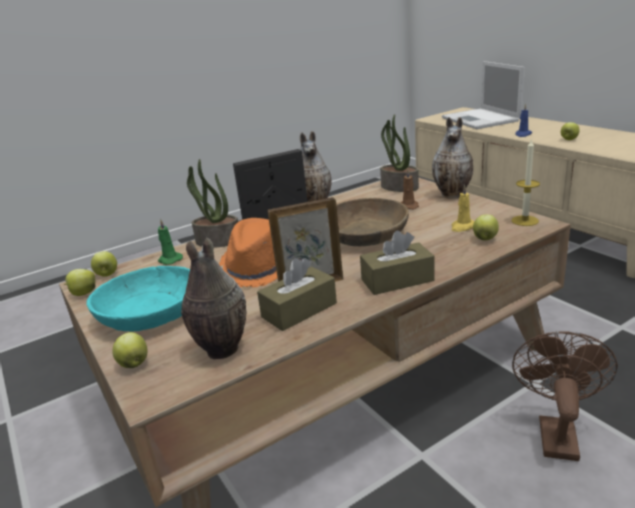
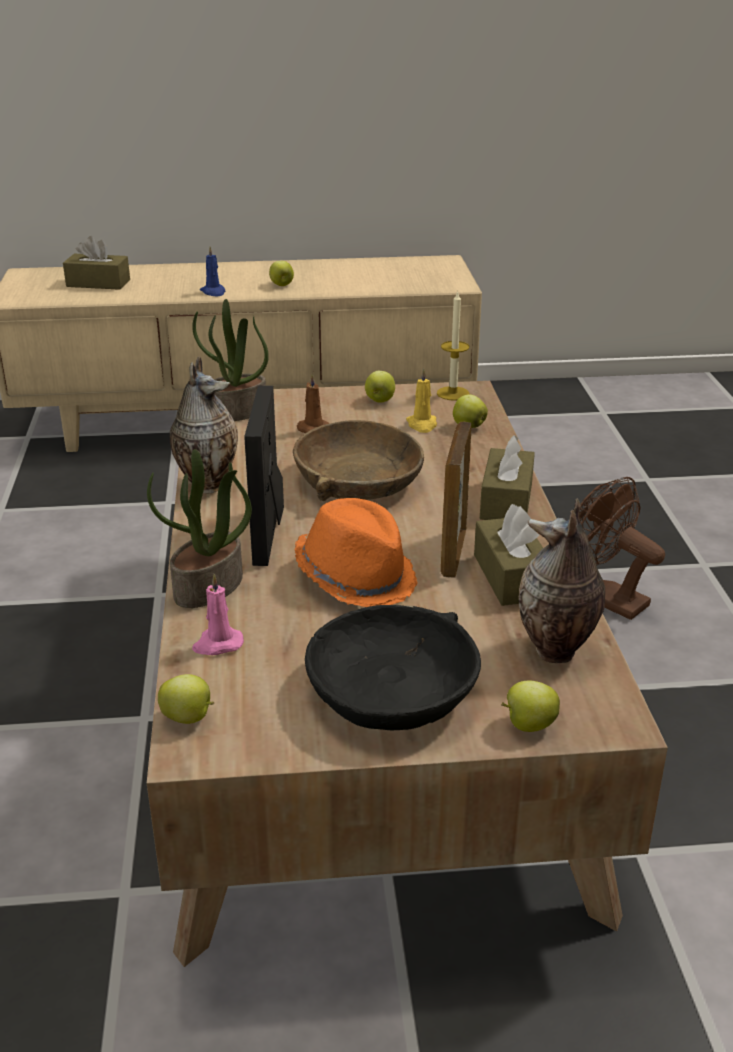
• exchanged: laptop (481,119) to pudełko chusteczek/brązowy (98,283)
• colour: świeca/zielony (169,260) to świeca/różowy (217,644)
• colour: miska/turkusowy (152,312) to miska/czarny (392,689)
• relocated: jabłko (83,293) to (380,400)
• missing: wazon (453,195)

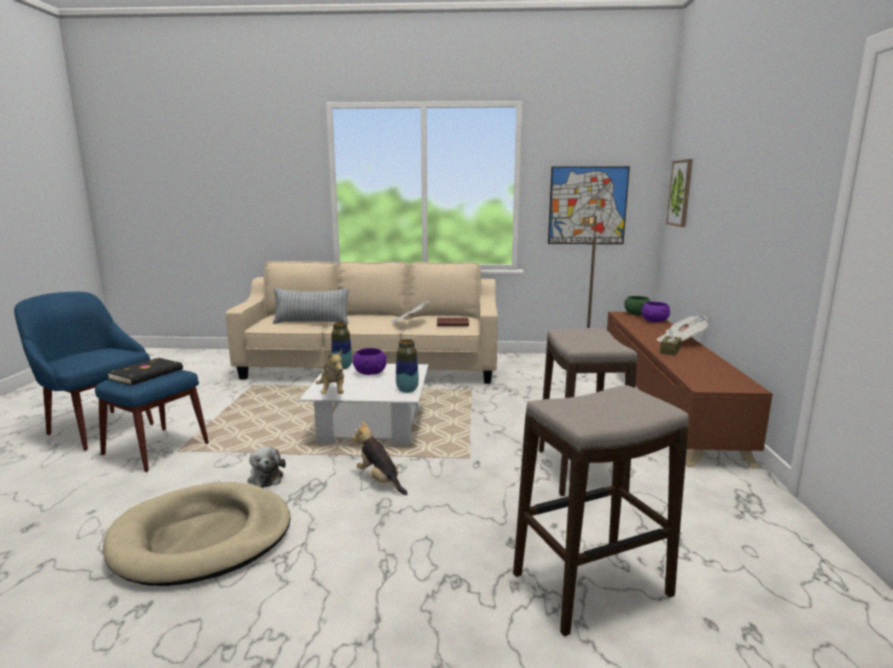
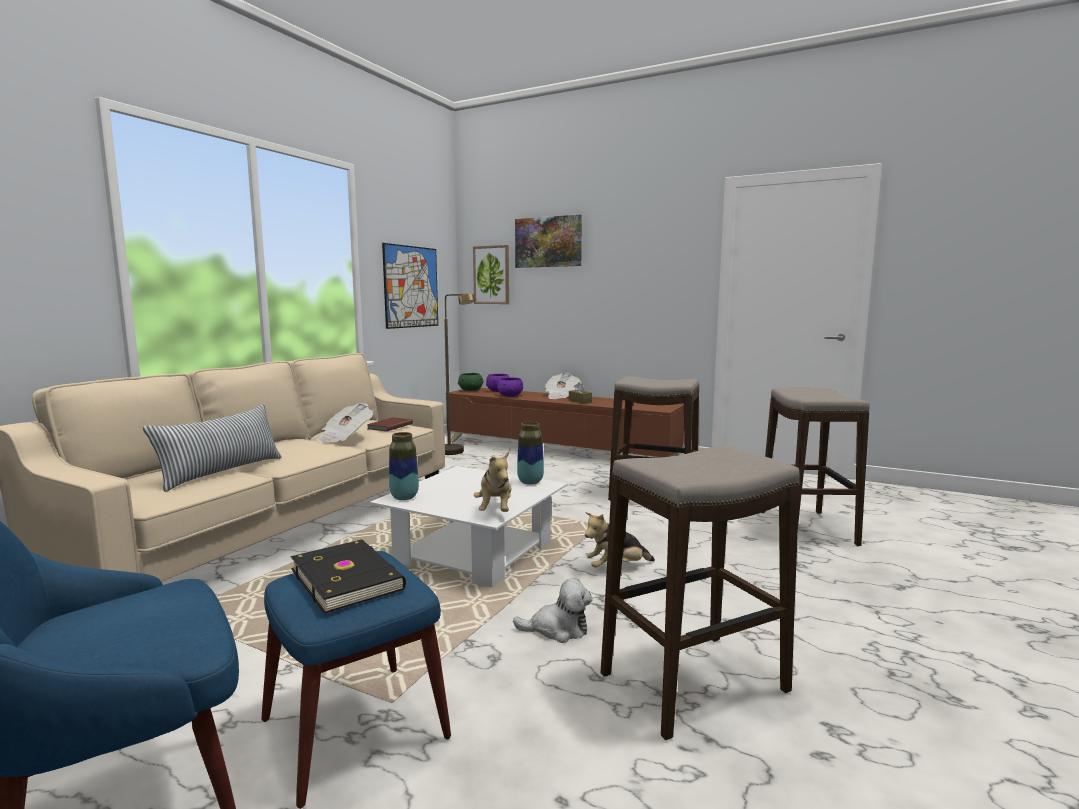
• spun: pluszak (333,392) = (495,510) 75 degrees clockwise
• relocated: miska/fioletowy (370,372) to (509,396)
• appeared: obraz (548,242)
• exchanged: legowisko/beżowy (202,538) to stołek (692,683)

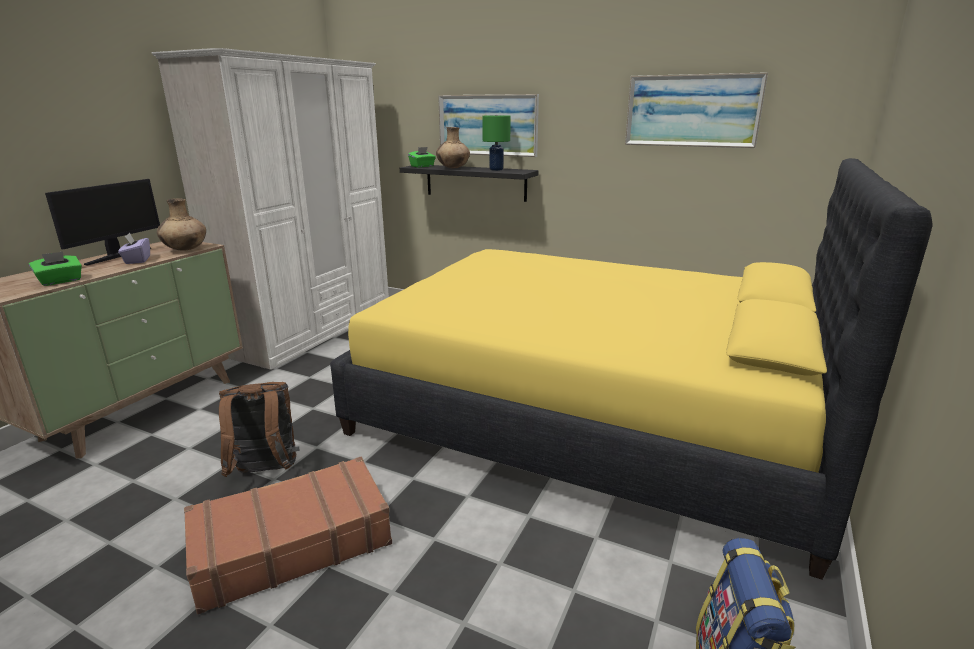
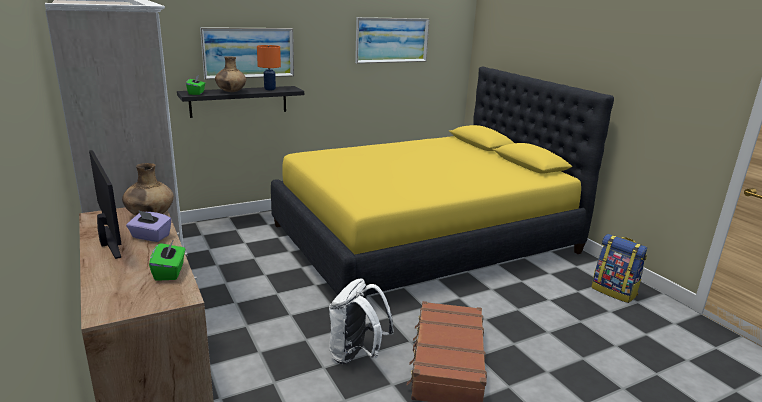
• colour: lampa stołowa/zielony (495,170) to lampa stołowa/pomarańczowy (270,89)
• colour: plecak/brązowy (265,472) to plecak/biały (356,355)

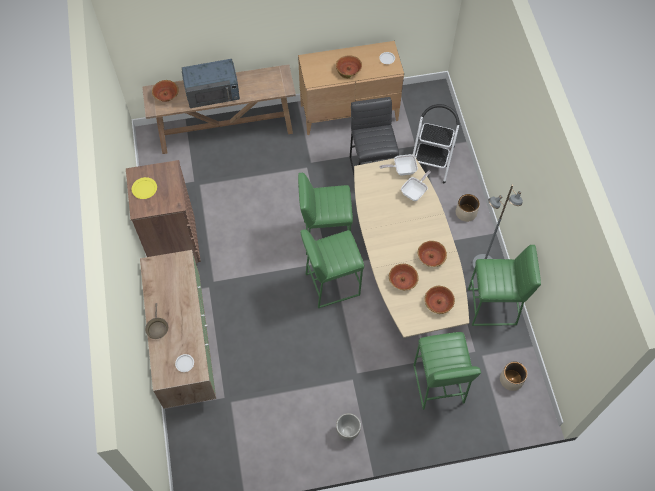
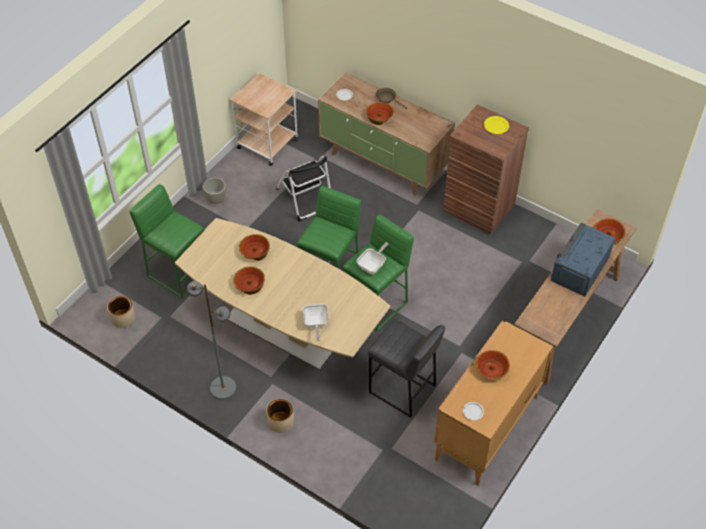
• appeared: wózek/beżowy (268,143)
• relocated: drabinka (432,159) to (305,199)
• relocated: patelnia (402,170) to (373,265)
• relocated: miska (438,303) to (379,117)
• missing: stołek/zielony (493,307)

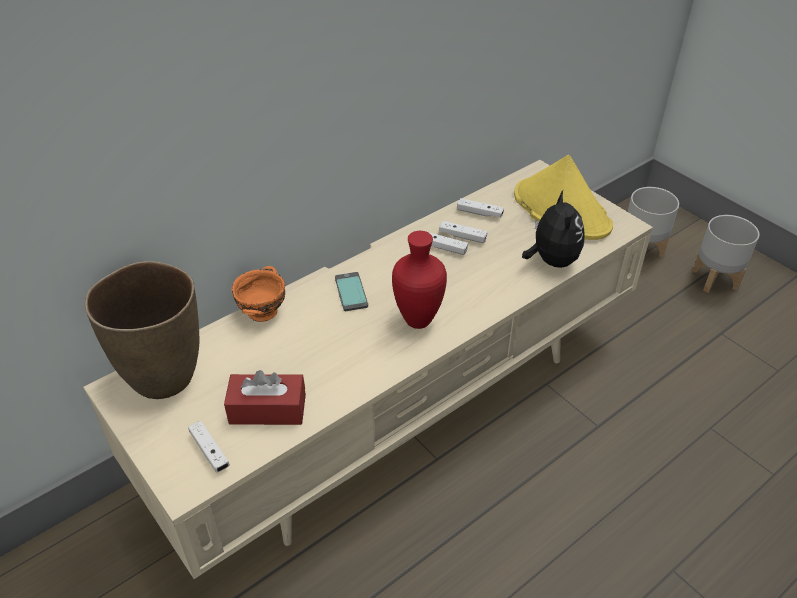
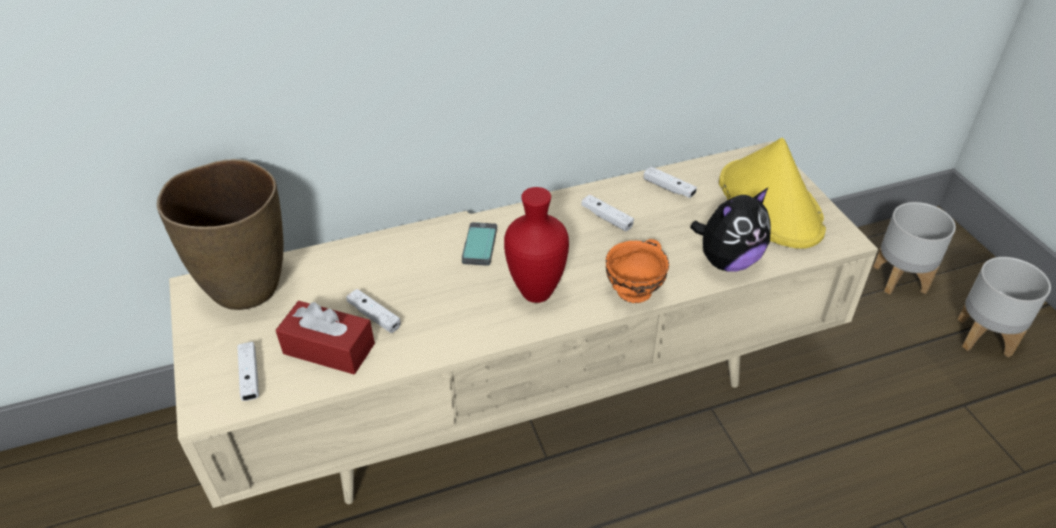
• relocated: pad do gier/biały (462,236) to (374,316)
• relocated: miska/pomarańczowy (263,311) to (635,290)
• spun: pluszak (551,260) = (727,261) 45 degrees clockwise

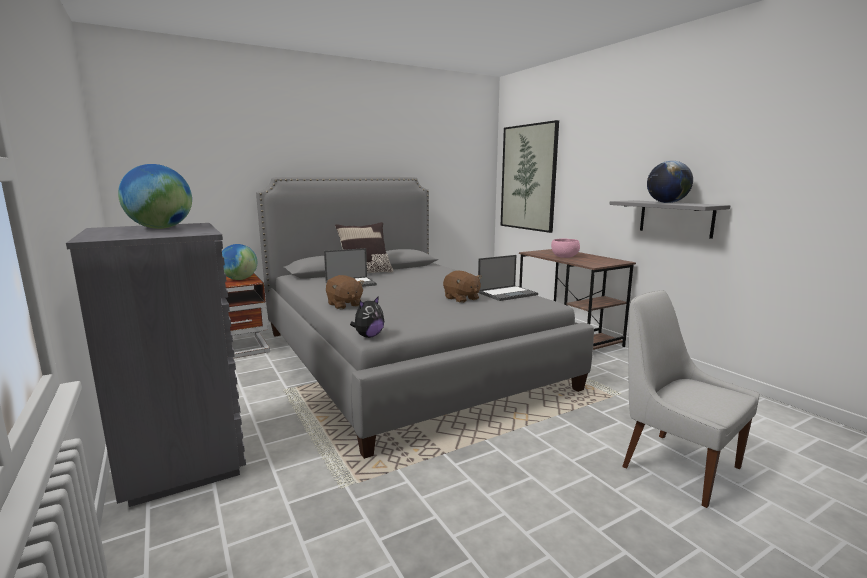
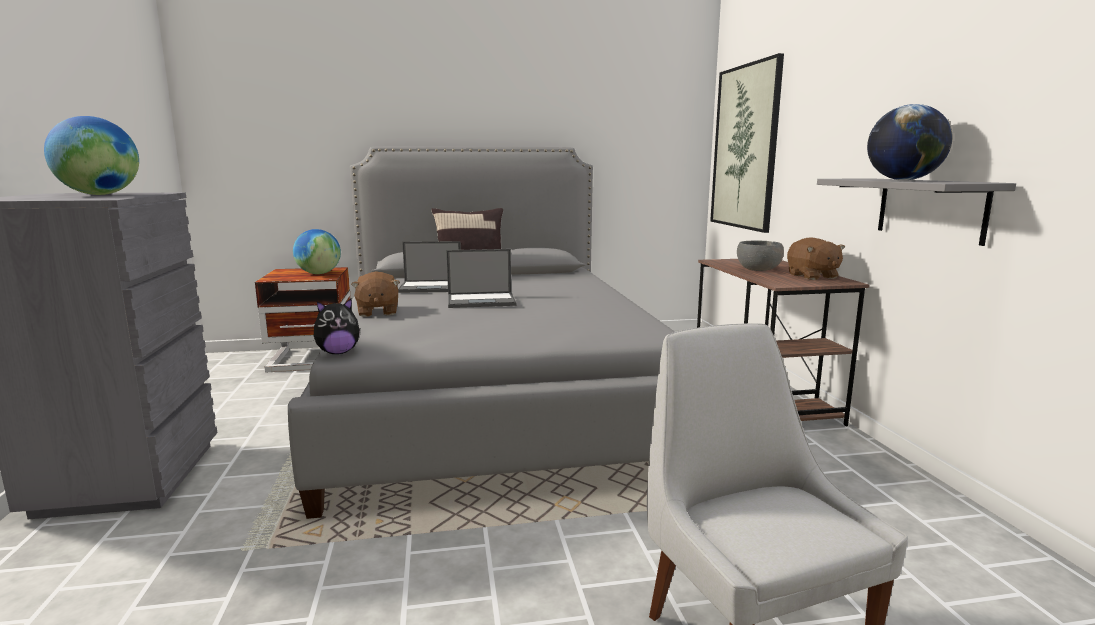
• relocated: laptop (507,293) to (482,301)
• colour: miska/różowy (565,256) to miska/szary (758,269)
• relocated: pluszak/brązowy (461,299) to (812,276)

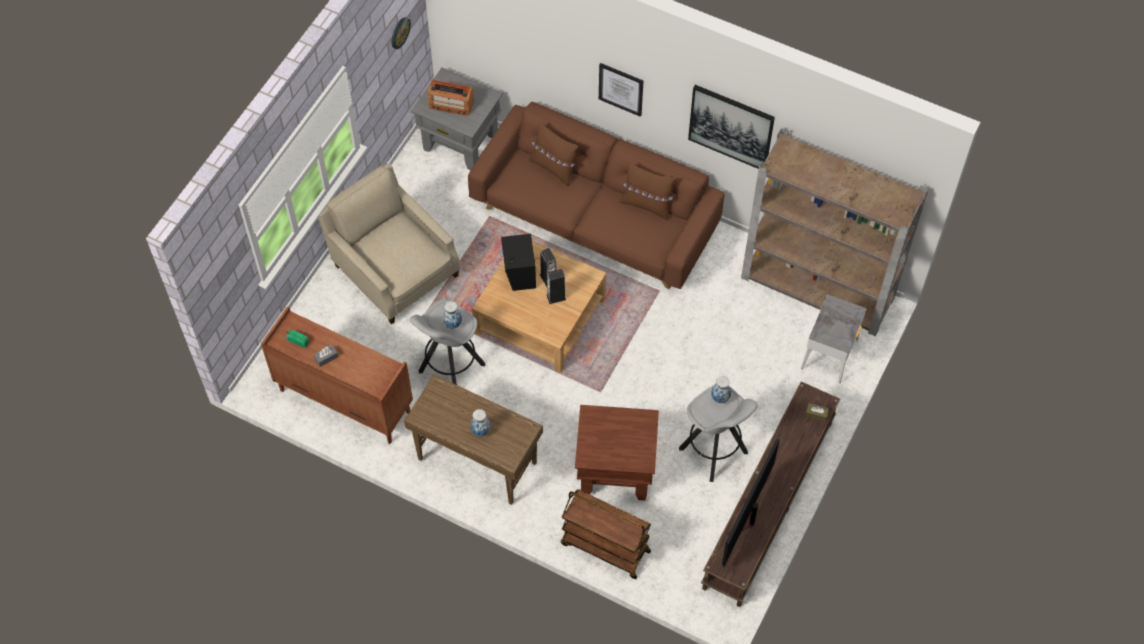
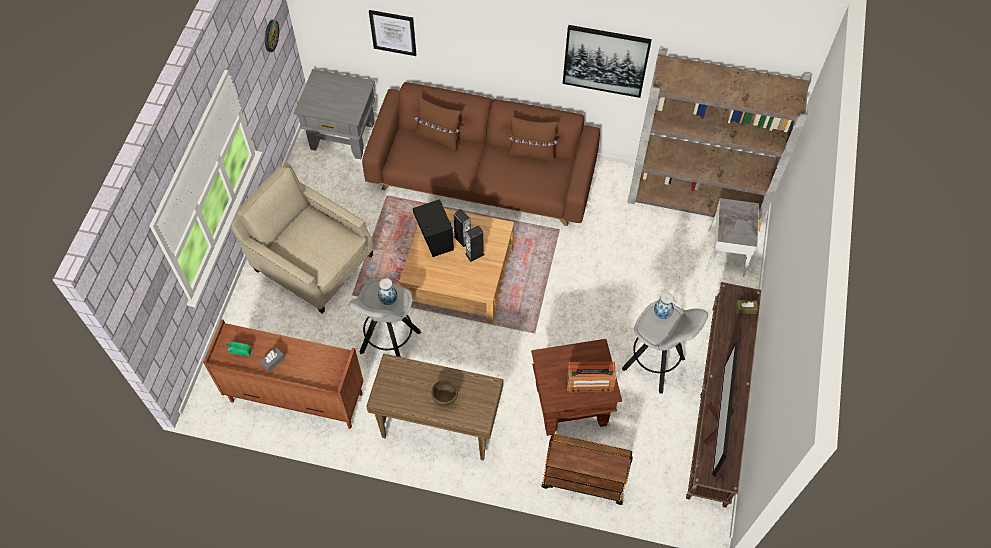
• relocated: obraz (621,89) to (393,32)
• exchanged: wazon (481,430) to miska/brązowy (445,398)
• relocated: radio (451,104) to (589,382)

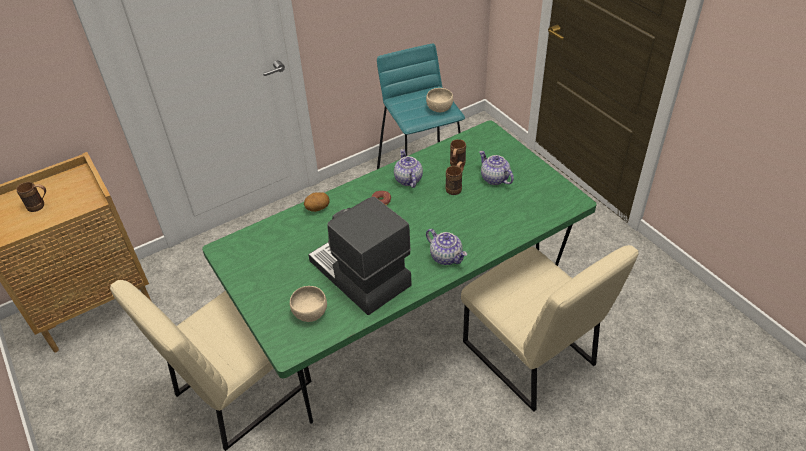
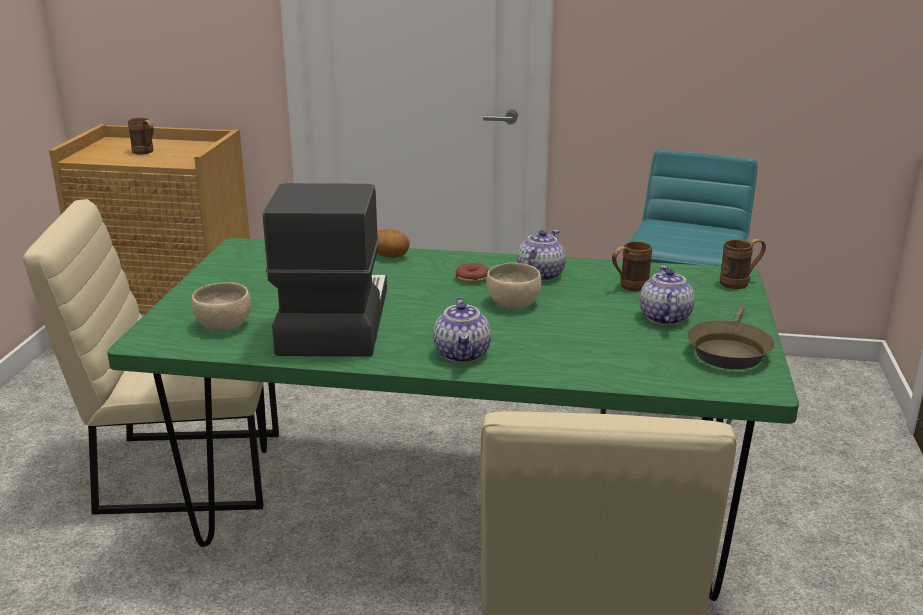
• relocated: miska/beżowy (440,108) to (514,303)
• appeared: patelnia/brązowy (728,351)
• relocated: kubek/brązowy (456,187) to (740,283)

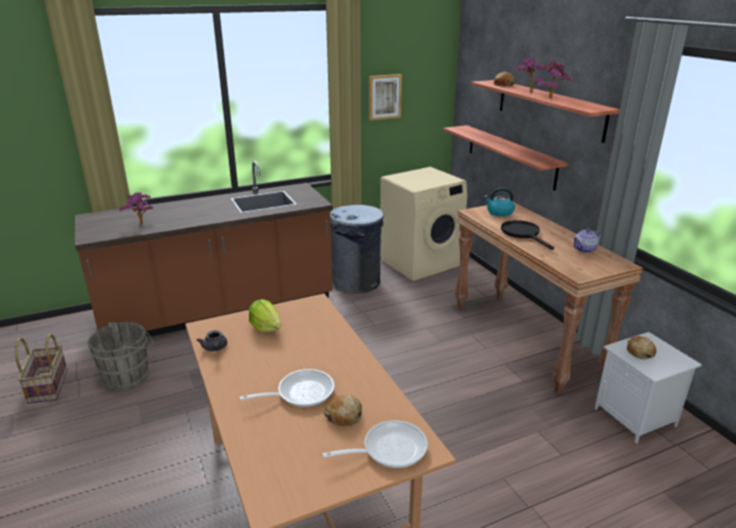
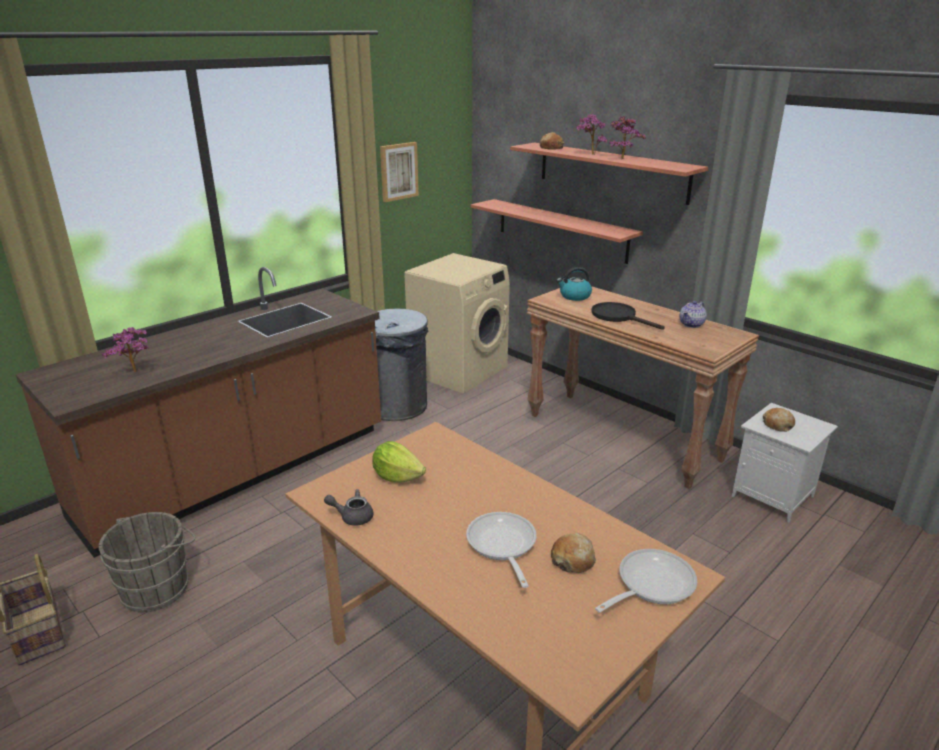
• spun: imbryk/szary (215,348) = (352,516) 135 degrees clockwise
• spun: patelnia (300,393) = (502,546) 60 degrees counterclockwise

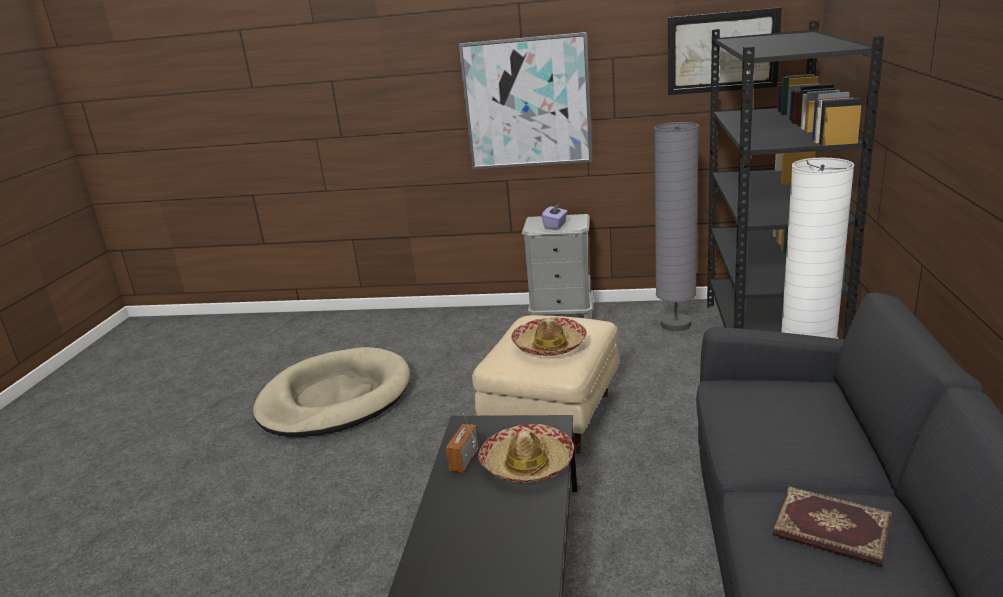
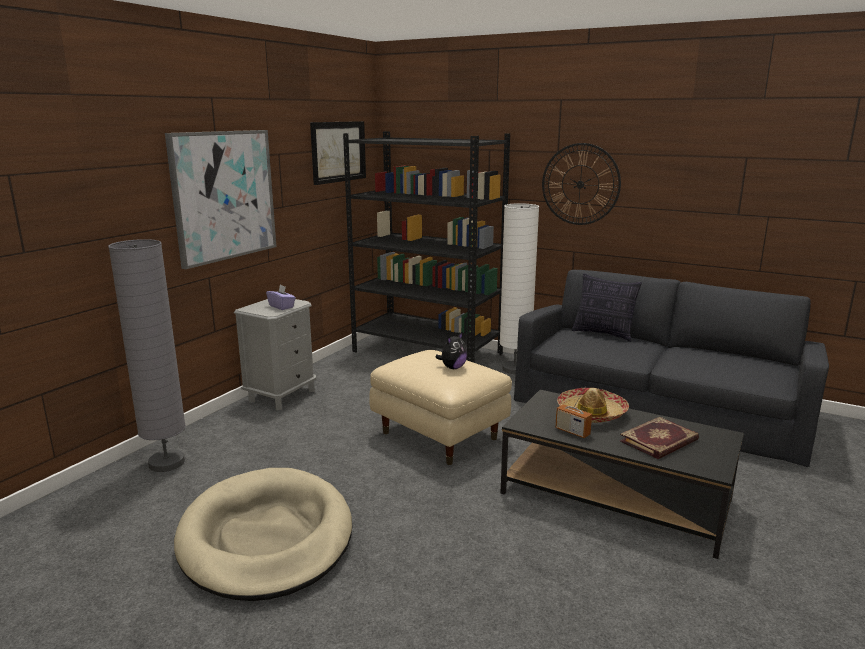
• relocated: lampa stojąca/szary (675,324) to (167,463)
• exchanged: kapelusz (549,345) to pluszak (453,367)
• appeared: zegar ścienny (580,184)
• appeared: poduszka (603,334)
• relocated: książka (831,530) to (660,441)

